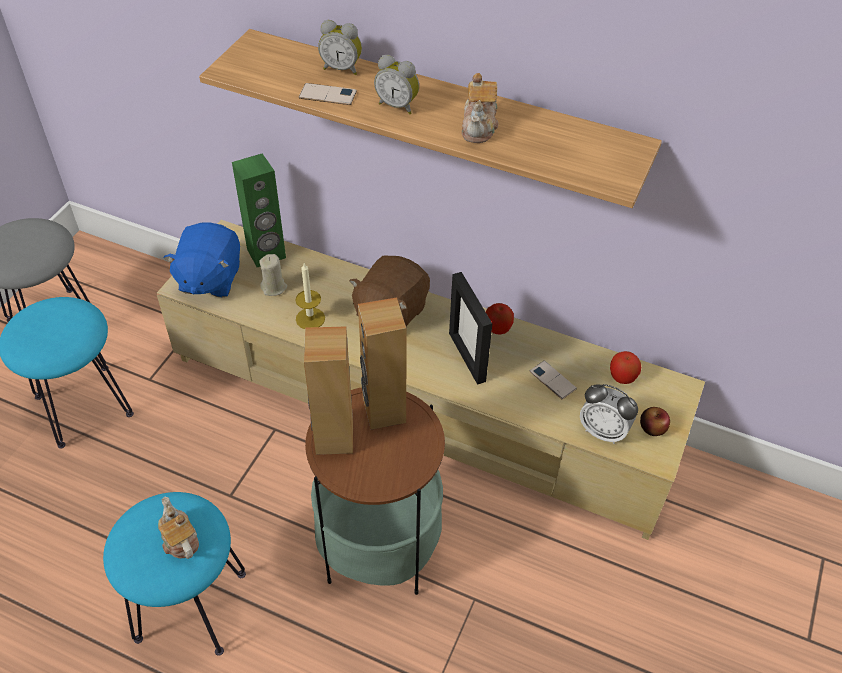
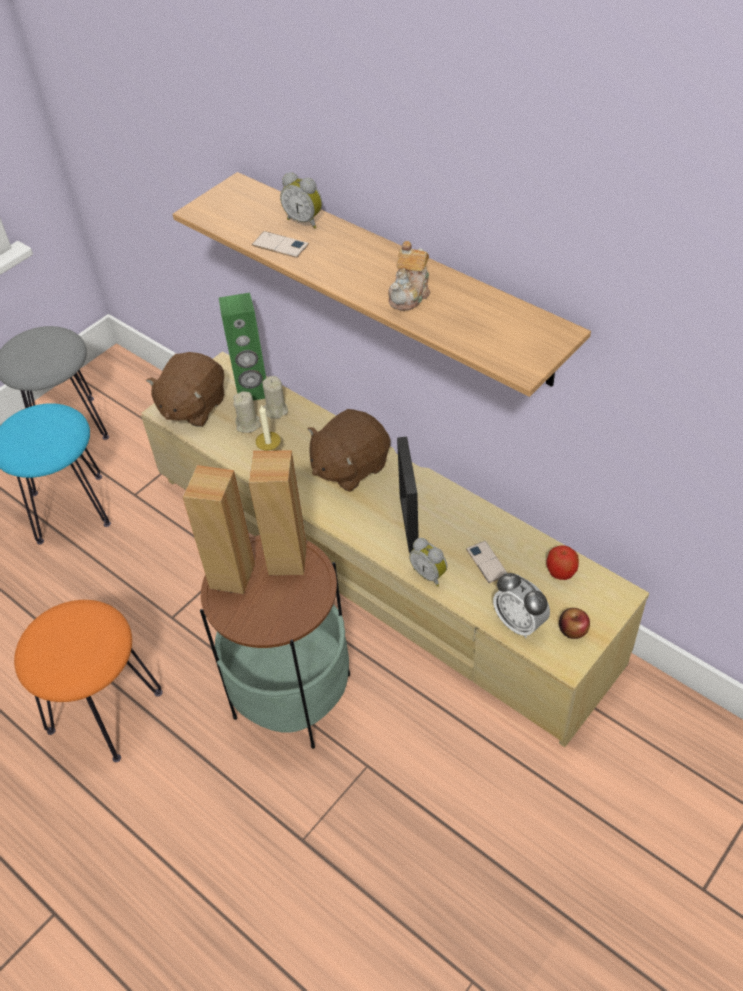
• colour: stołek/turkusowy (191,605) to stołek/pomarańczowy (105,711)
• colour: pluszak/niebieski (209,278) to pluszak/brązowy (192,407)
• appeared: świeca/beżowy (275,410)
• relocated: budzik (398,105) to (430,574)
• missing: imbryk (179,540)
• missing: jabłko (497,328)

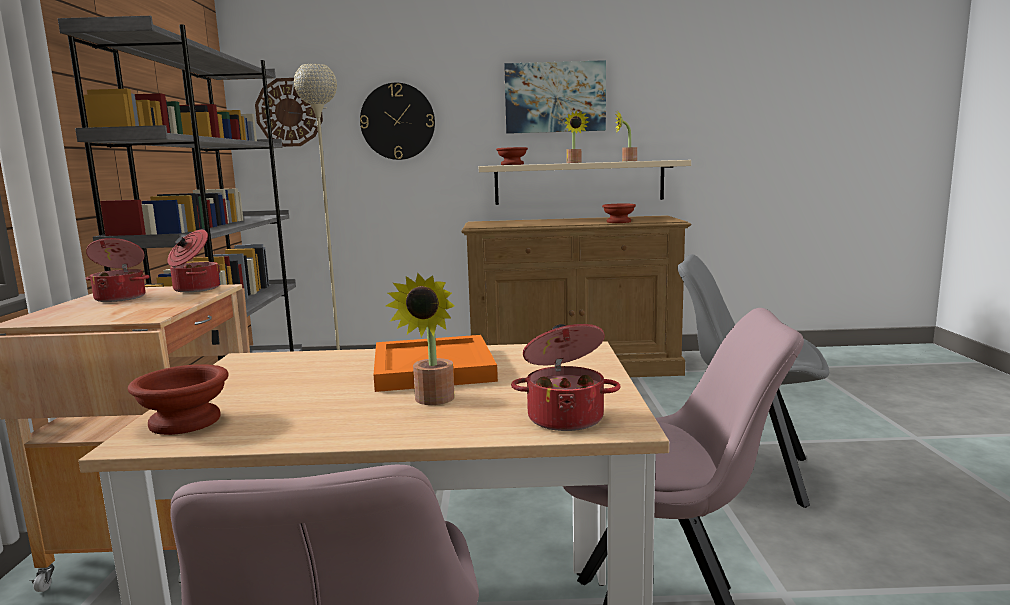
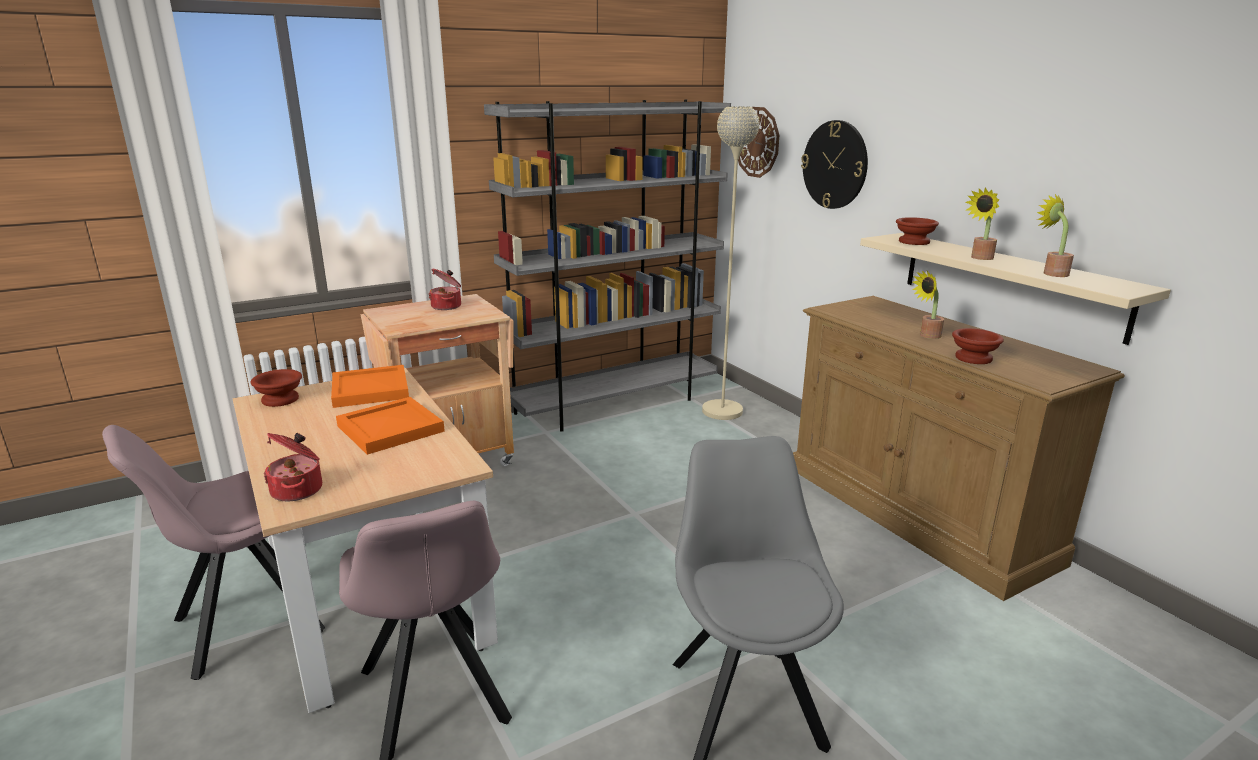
• appeared: taca/pomarańczowy (371,389)
• relocated: roślina doniczkowa (432,401) to (927,336)
• missing: garnek (195,289)
• missing: obraz (555,97)

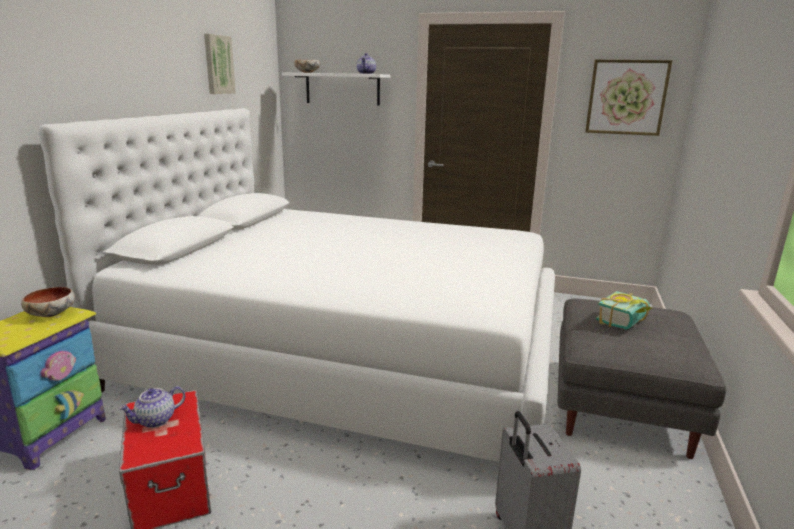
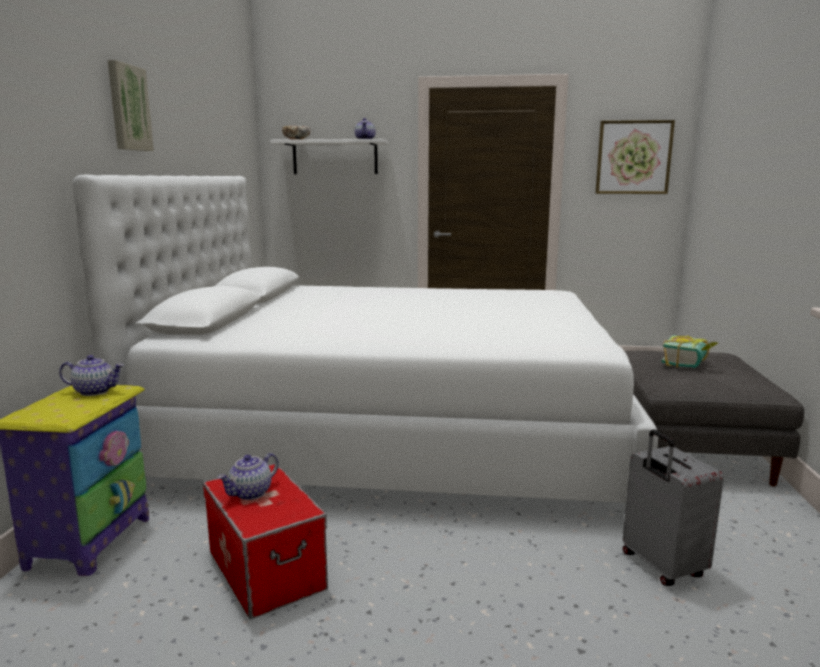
• exchanged: miska (52,313) to imbryk (95,391)
• relocated: obraz (218,64) to (128,108)

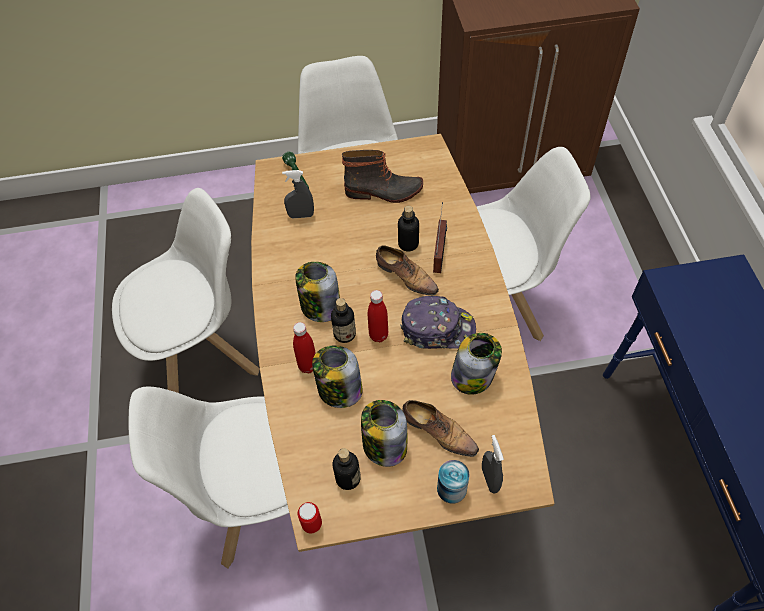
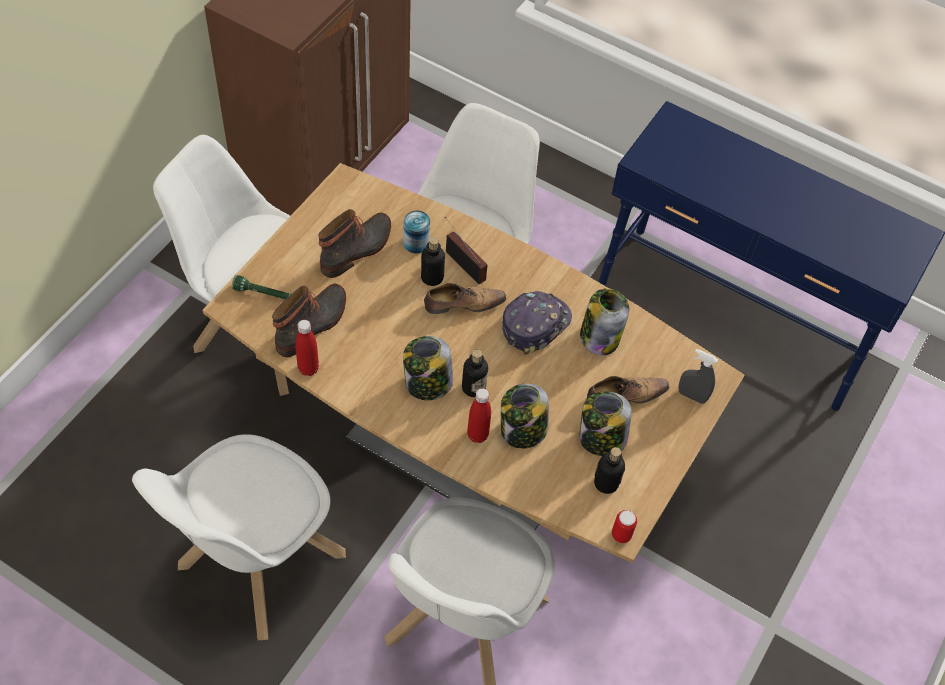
• spun: krzesło/biały (203,358) = (256,566) 150 degrees counterclockwise
• exchanged: spryskiwacz/szary (301,215) to but z cholewką (313,325)
• relocated: butelka/czerwony (378,335) to (308,368)
• relocated: puszka (451,489) to (416,243)

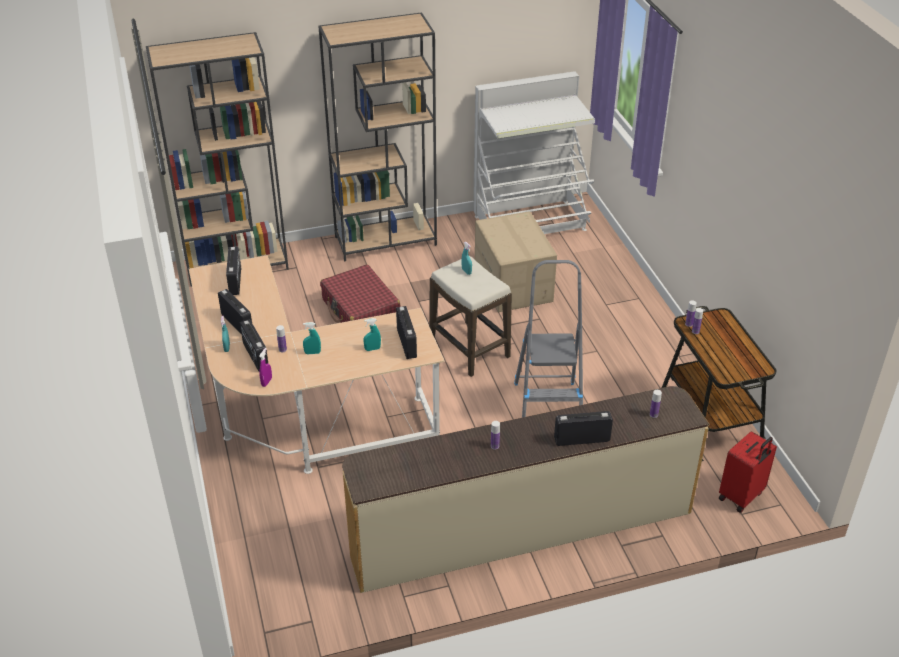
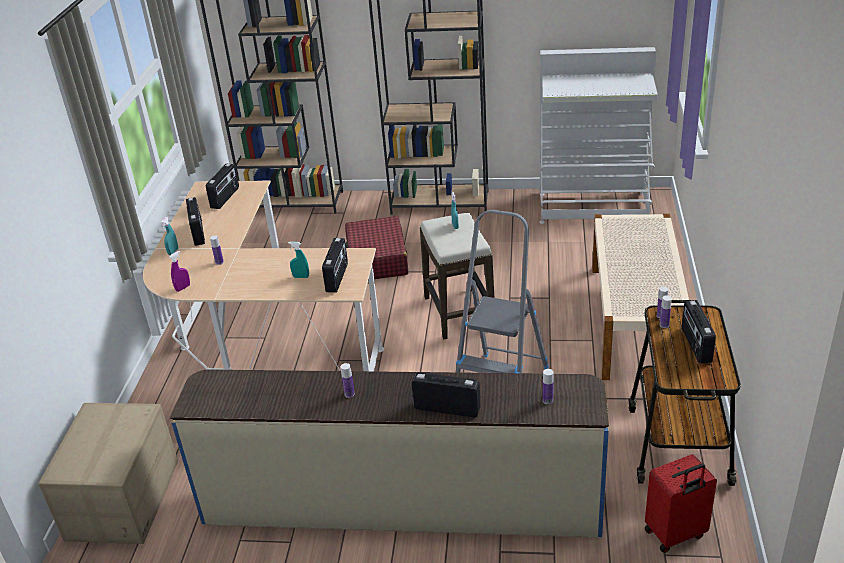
• relocated: karton (514,284) to (124,500)
• colour: szafka/brązowy (521,530) to szafka/niebieski (400,504)
• appeared: ławka/beżowy (636,320)
• relocated: radio (255,356) to (695,345)
• missing: spryskiwacz/turkusowy (312,353)

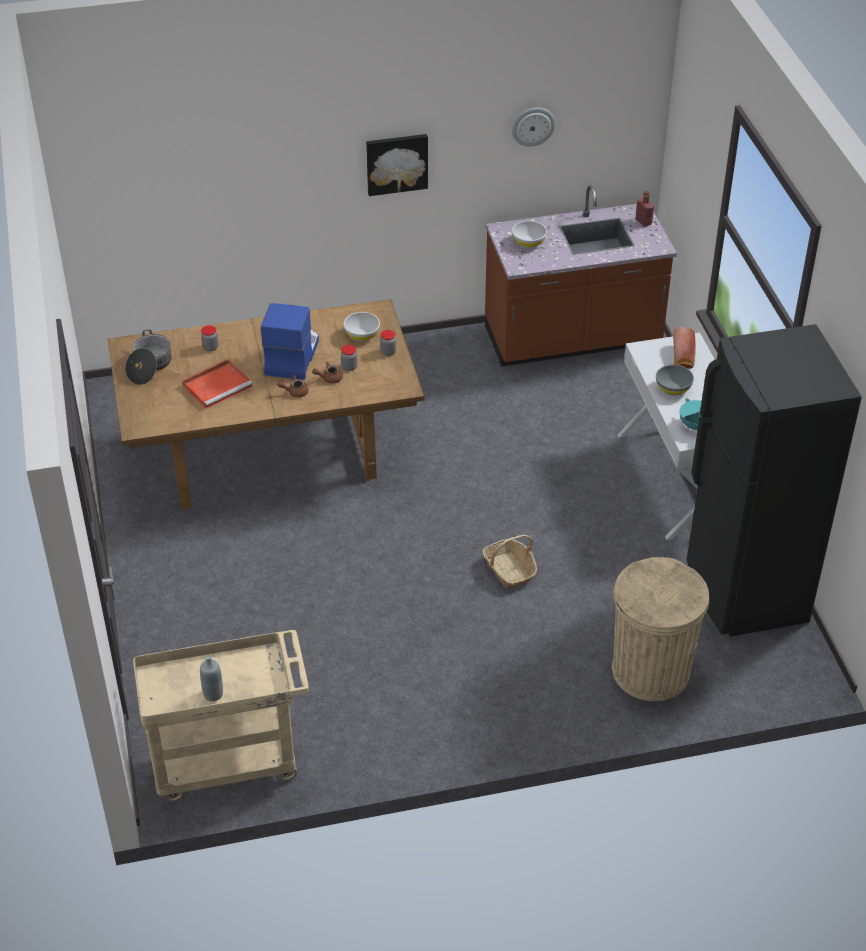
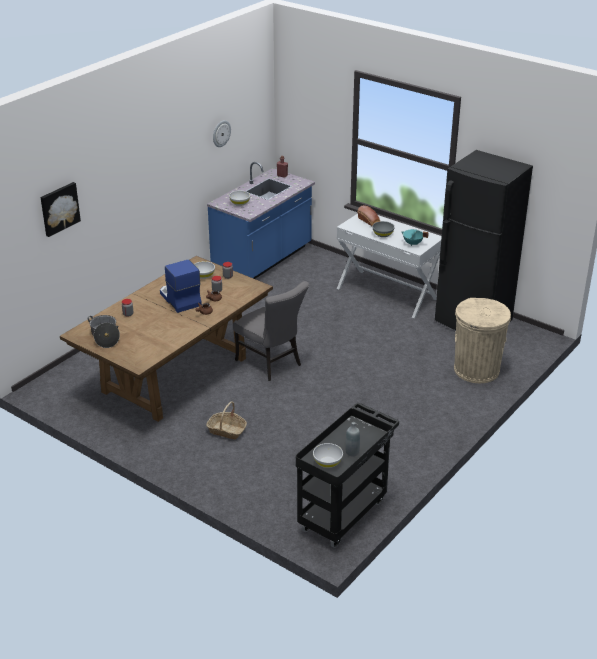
• relocated: obraz (396,163) to (59,208)
• relocated: koszyk (509,570) to (227,430)
• colour: zabudowa kuchenna/brązowy (572,339) to zabudowa kuchenna/niebieski (263,261)
• appeared: krzesło/szary (271,363)
• colour: wózek/beżowy (232,767) to wózek/czarny (345,514)
• appeared: miska/biały (327,462)
• missing: taca/czerwony (218,385)

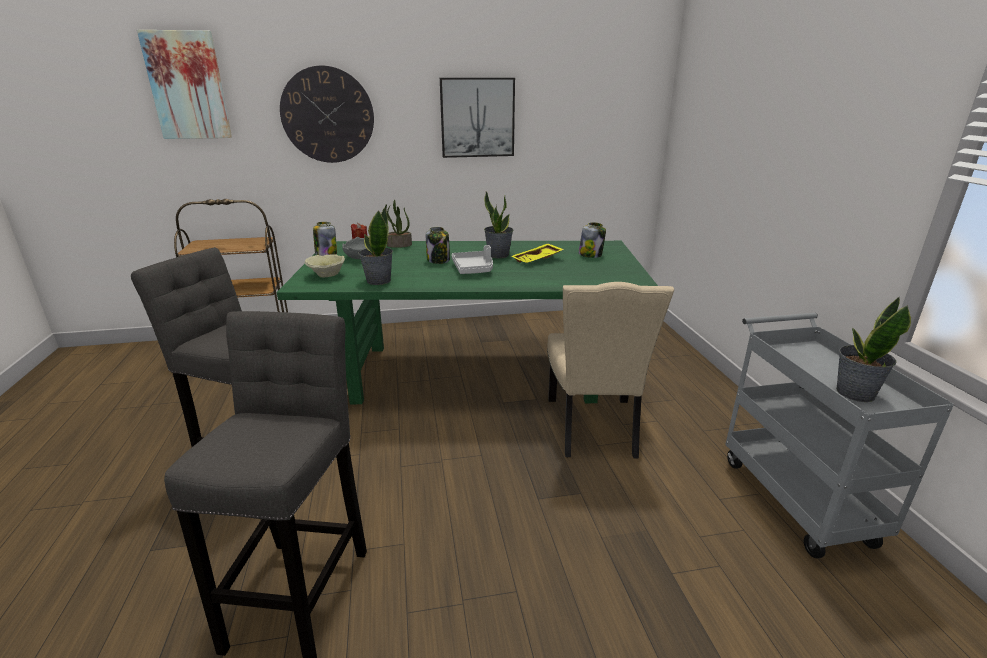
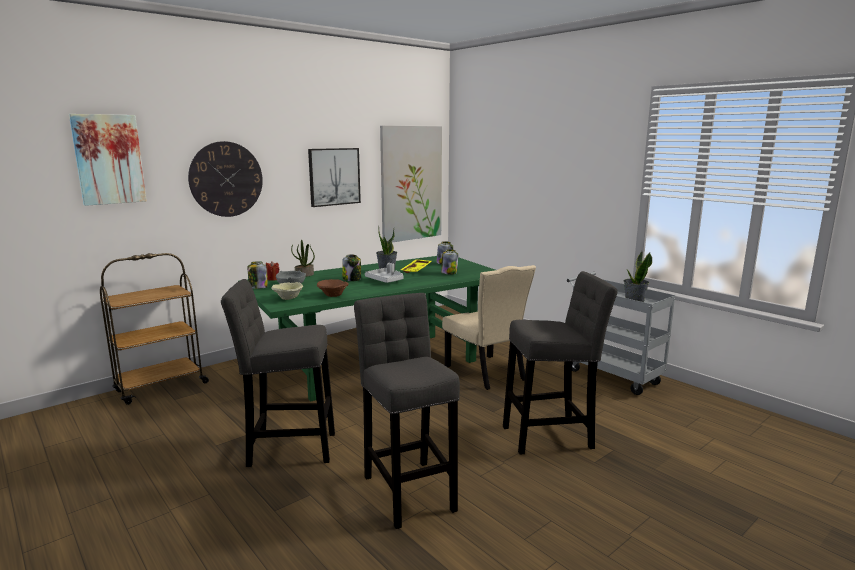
• exchanged: roślina doniczkowa (378,280) to miska/brązowy (333,295)
• appeared: obraz (411,183)
• appeared: słoik (449,273)
• appeared: stołek/szary (552,436)

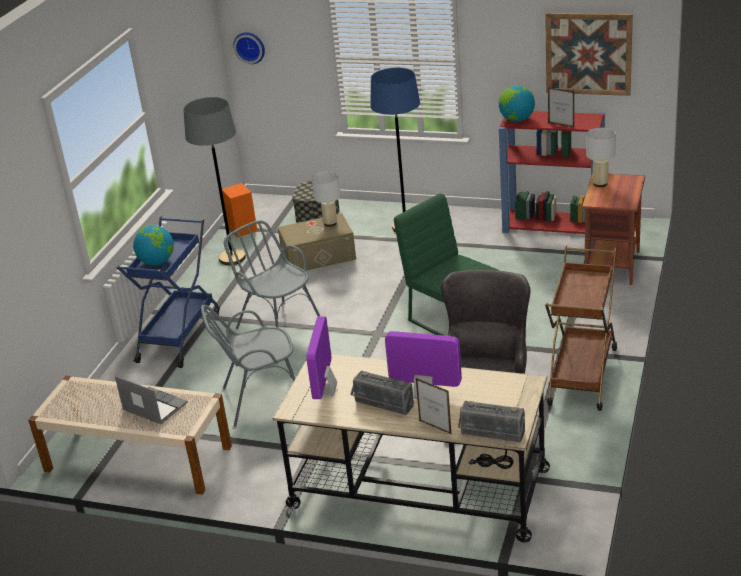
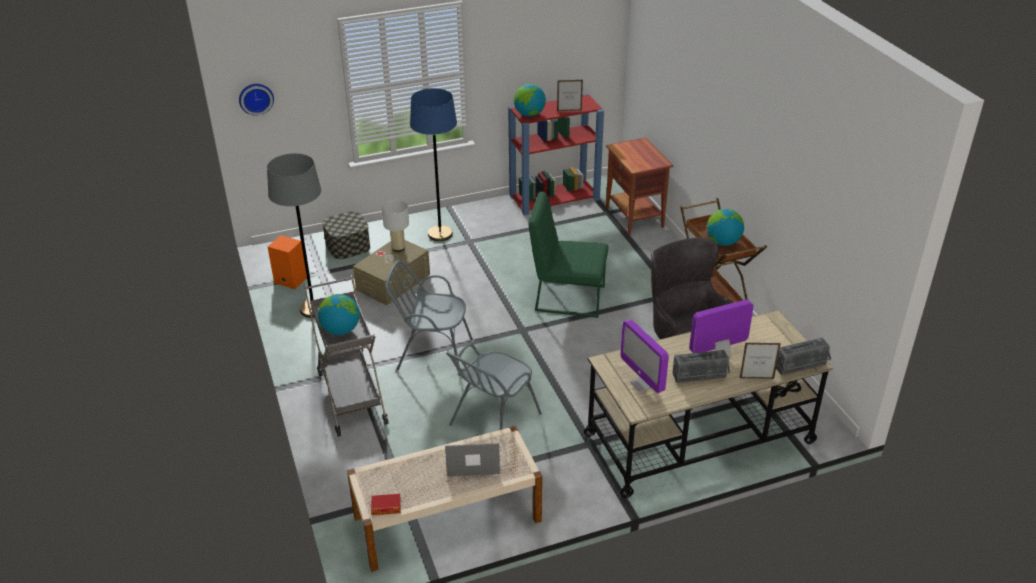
• colour: wózek/niebieski (180,337) to wózek/szary (351,397)
• appeared: książka (386,507)
• appeared: globus (723,242)
• missing: obraz (588,53)
• missing: lampa stołowa/biały (599,184)

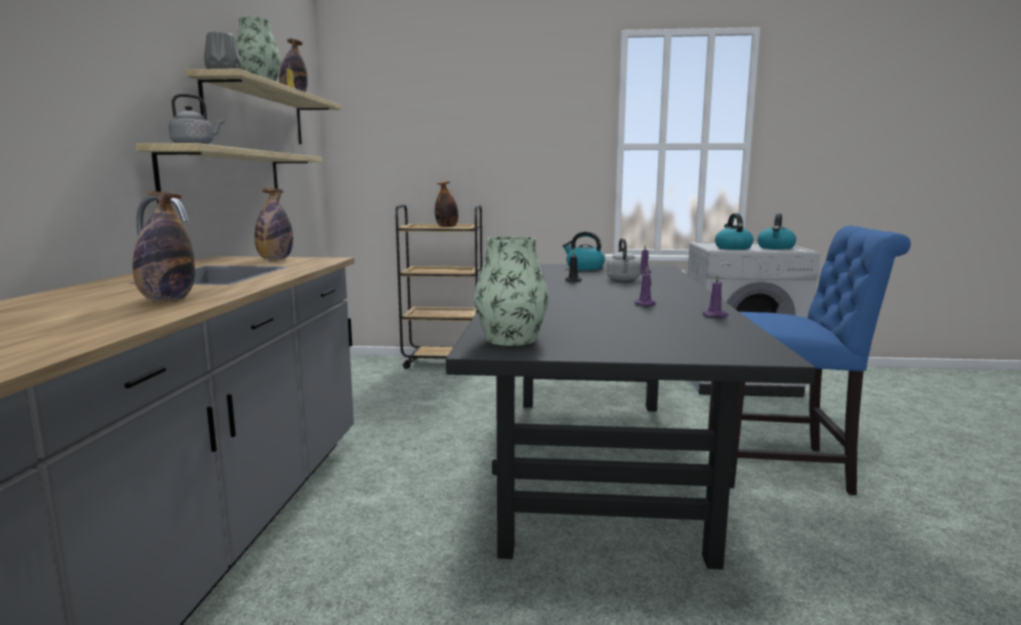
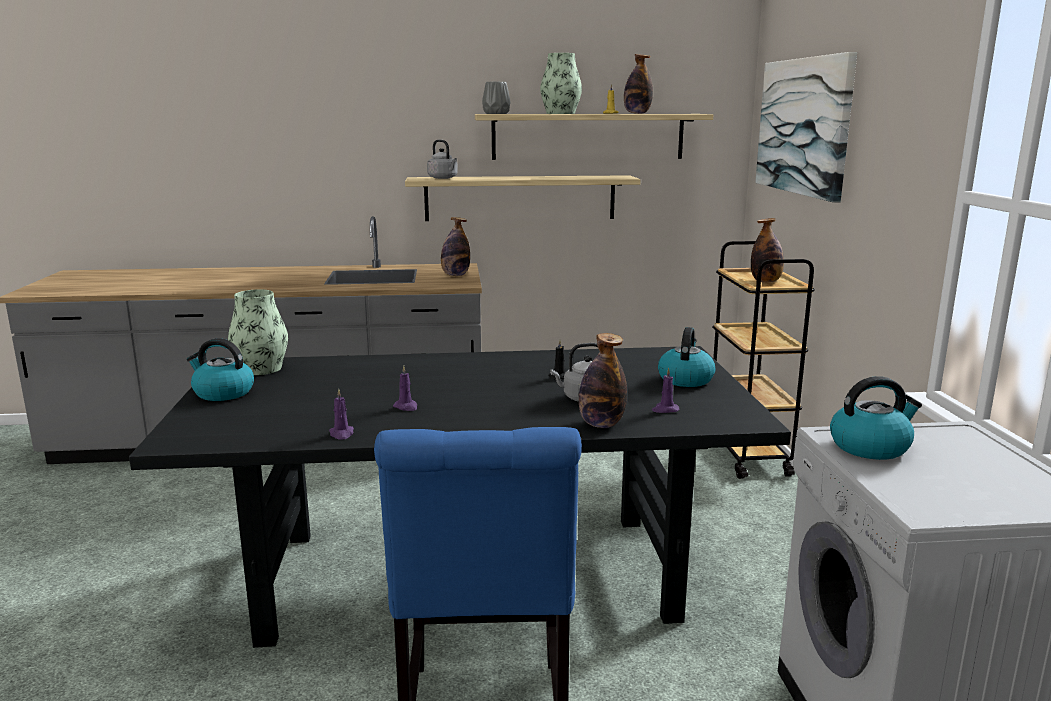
• relocated: czajnik (776,248) to (222,393)
• relocated: butelka (167,300) to (601,424)
• appeared: obraz (803,126)

